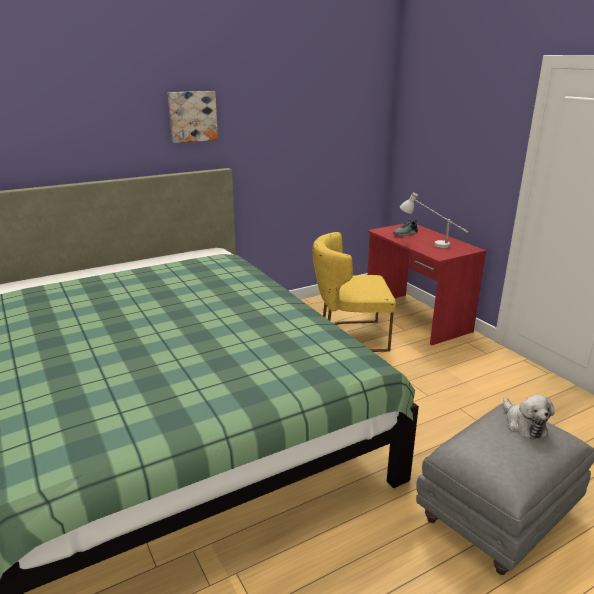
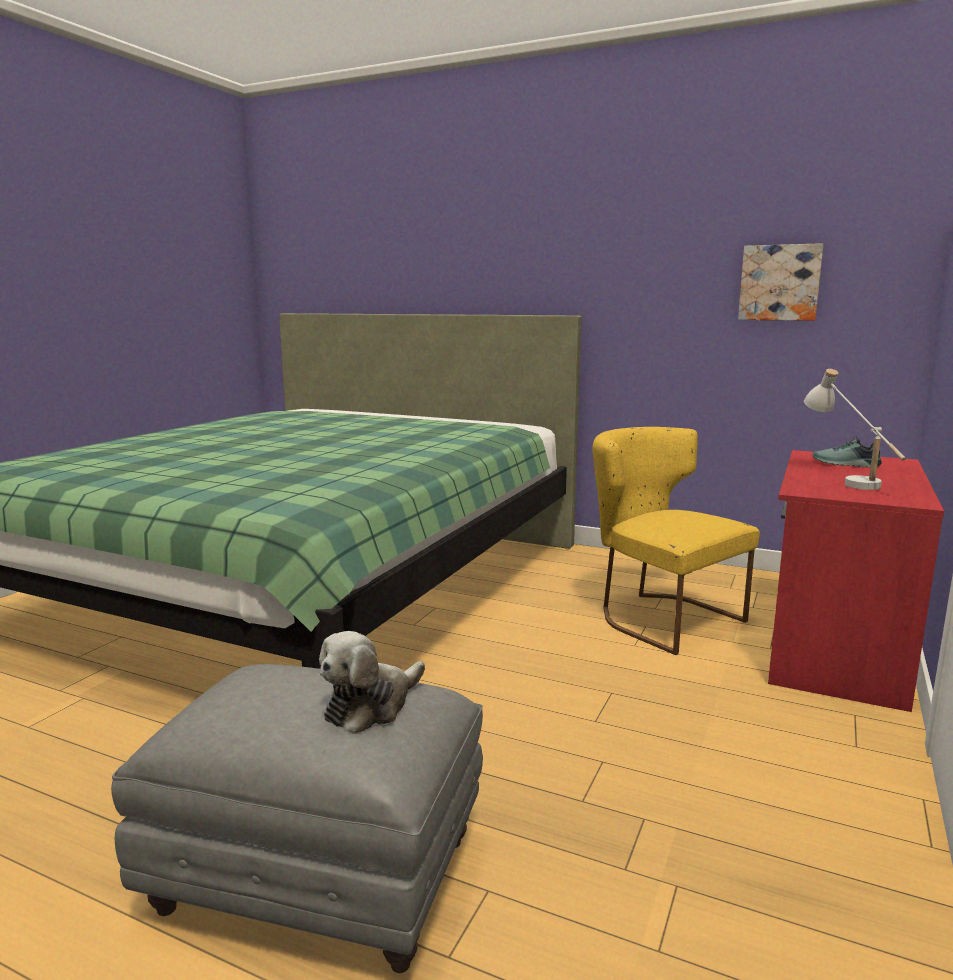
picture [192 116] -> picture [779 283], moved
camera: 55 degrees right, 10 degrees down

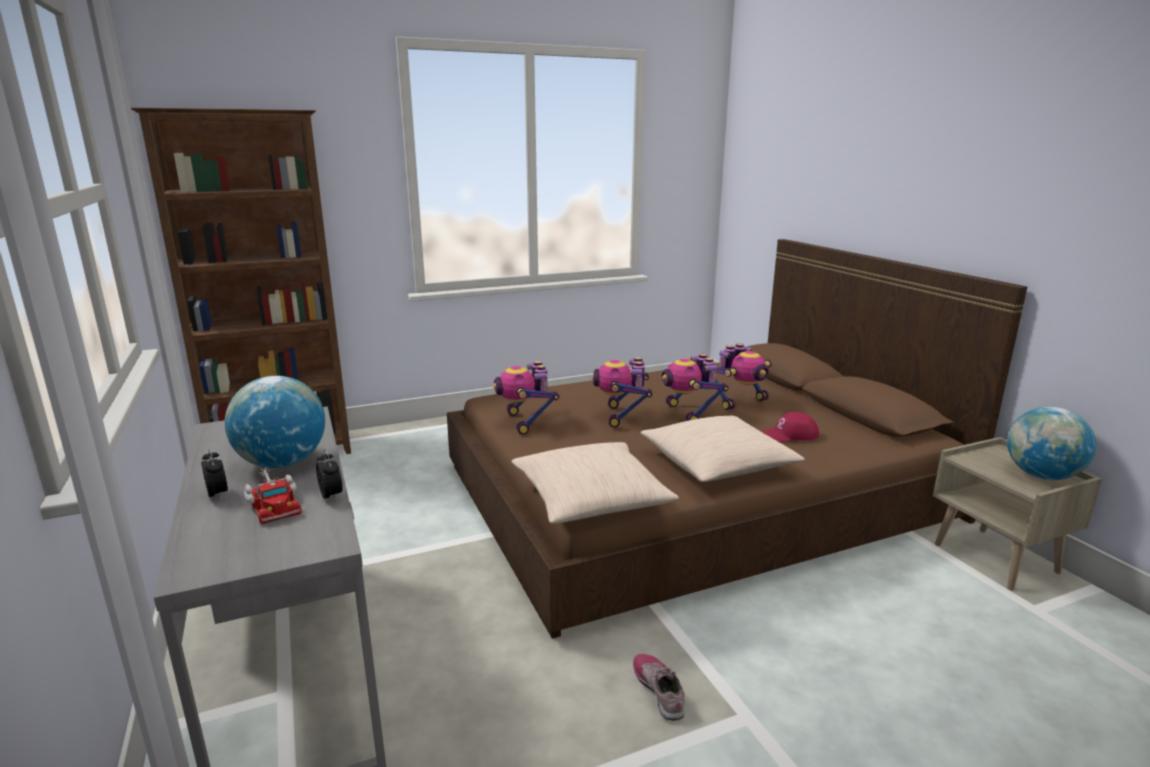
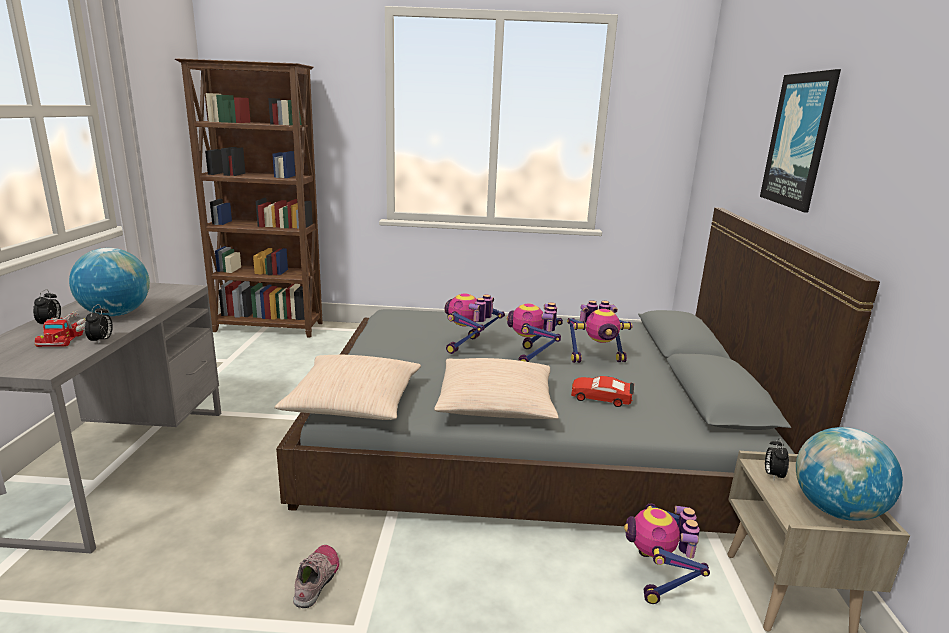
bed/brown [693 492] -> bed/grey [533 433]
cap/red [789 435] -> toy car/red [601 397]
toy robot [526 422] -> toy robot [658 577], moved
none -> picture [799 140]
none -> alarm clock [772 475]
camera: 25 degrees right, 0 degrees up

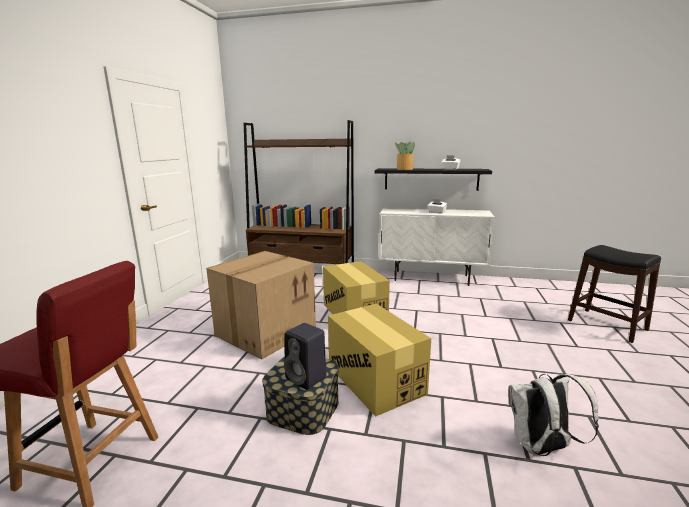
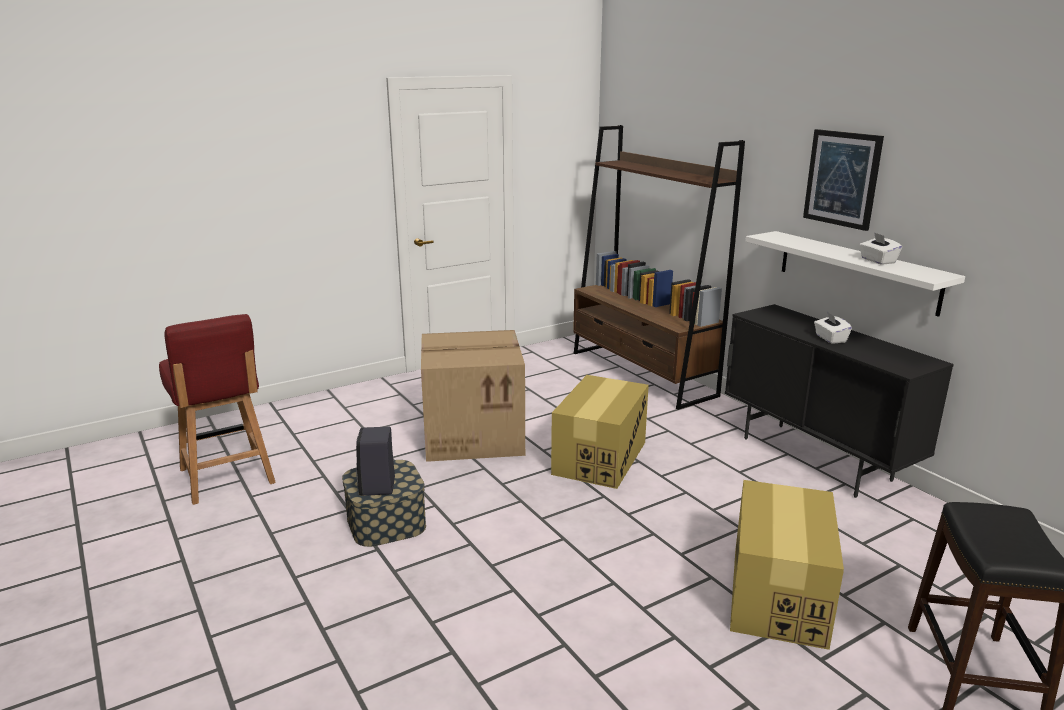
cabinet/white [431 278] -> cabinet/black [815 459]
cardboard box [375 379] -> cardboard box [778 595], moved
shelf/black [431 179] -> shelf/white [857 271]
none -> picture [842 178]
potted plant [404 169] -> none
backpack/white [541 448] -> none
camera: 45 degrees right, 5 degrees up

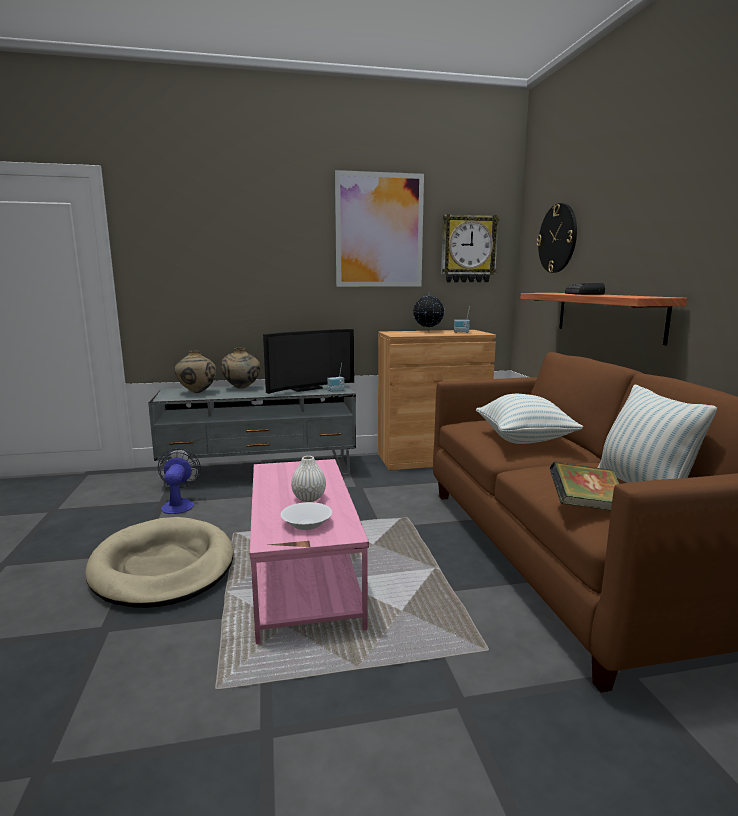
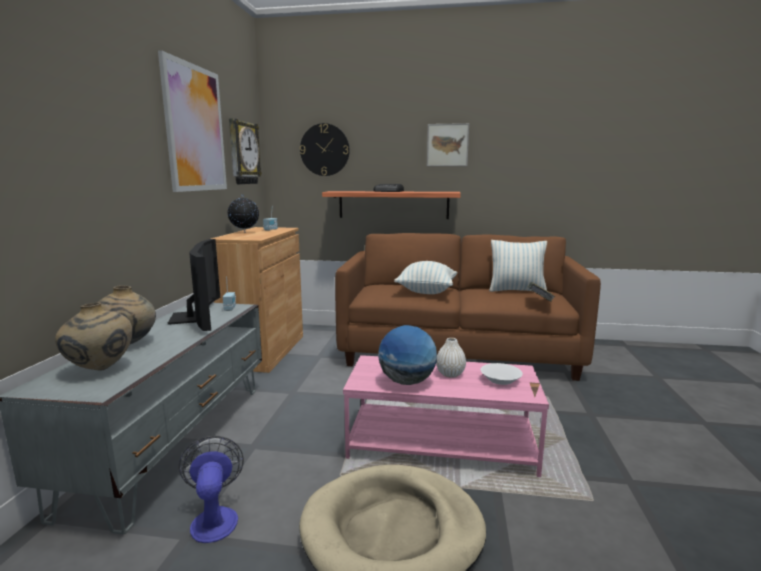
fan [179 504] -> fan [214 518], 60 degrees clockwise
none -> globe [407 382]
none -> picture [447 145]
camera: 70 degrees left, 0 degrees up

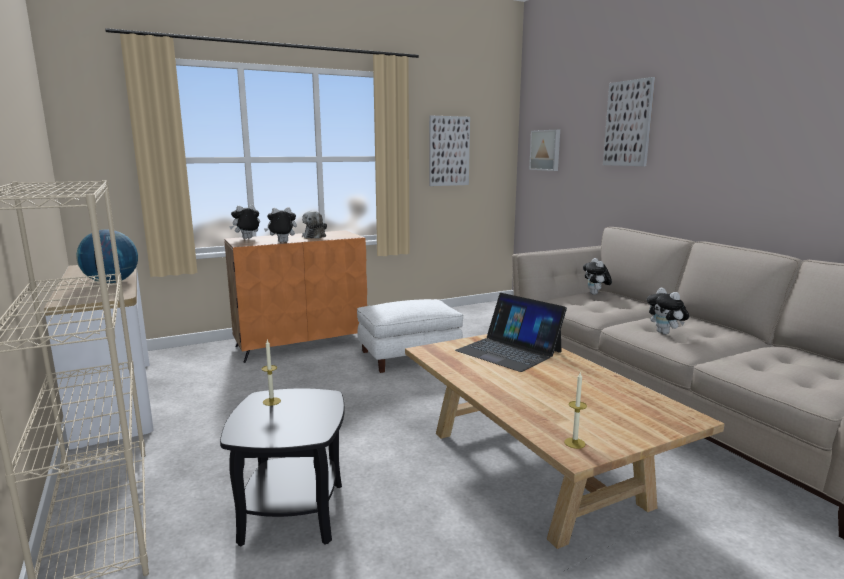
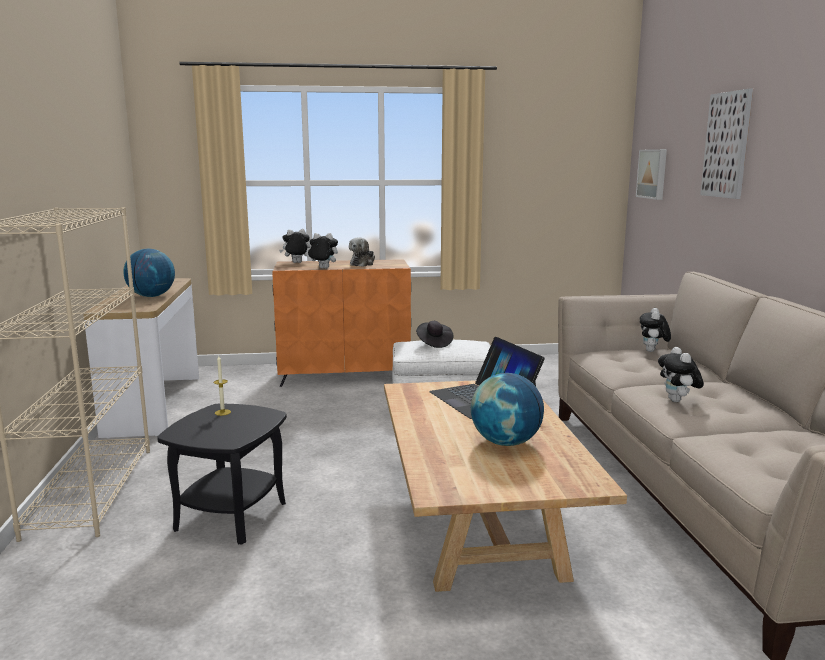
none -> hat/black [434 343]
none -> globe [506 443]
picture [449 151] -> none
candle [574 443] -> none
camera: 20 degrees right, 0 degrees up

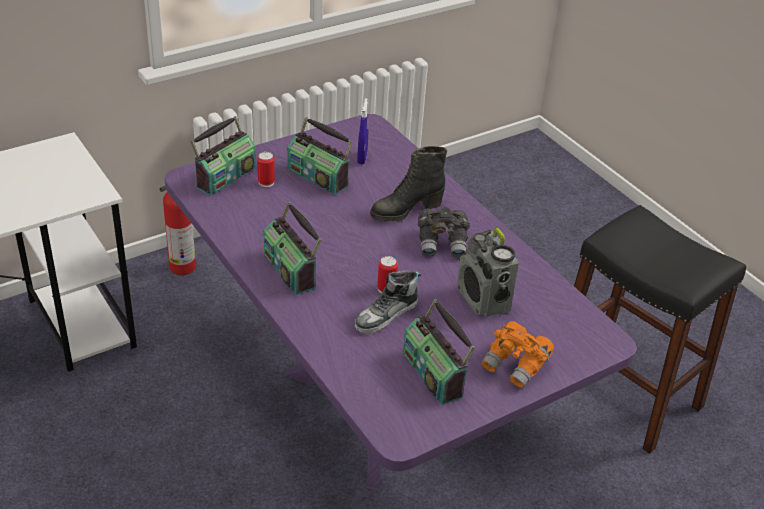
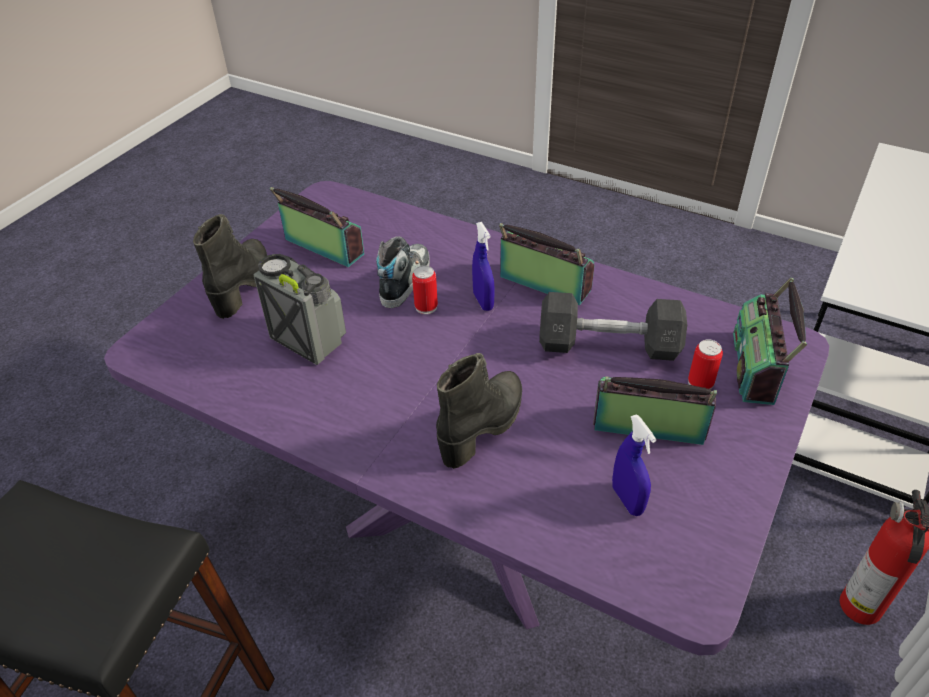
binoculars/orange [516 365] -> boot/black [243 285]
none -> spray bottle/blue [483 301]
none -> dumbbell/grey [608 345]
binoculars/grey [442 243] -> none
camera: 155 degrees right, 5 degrees up

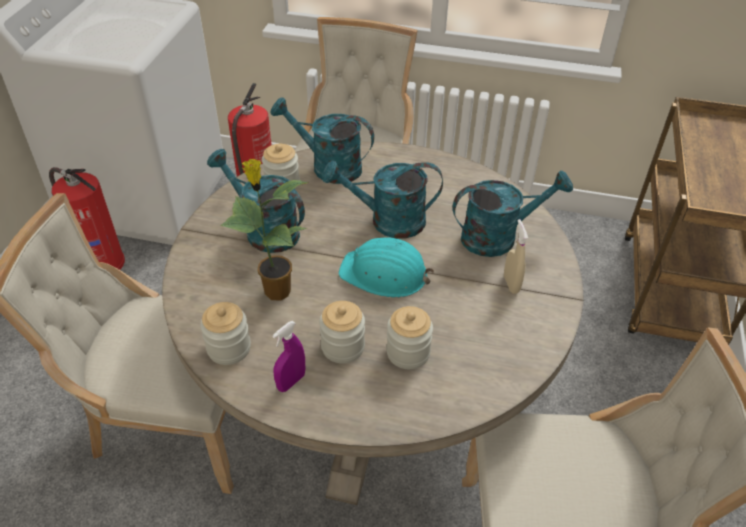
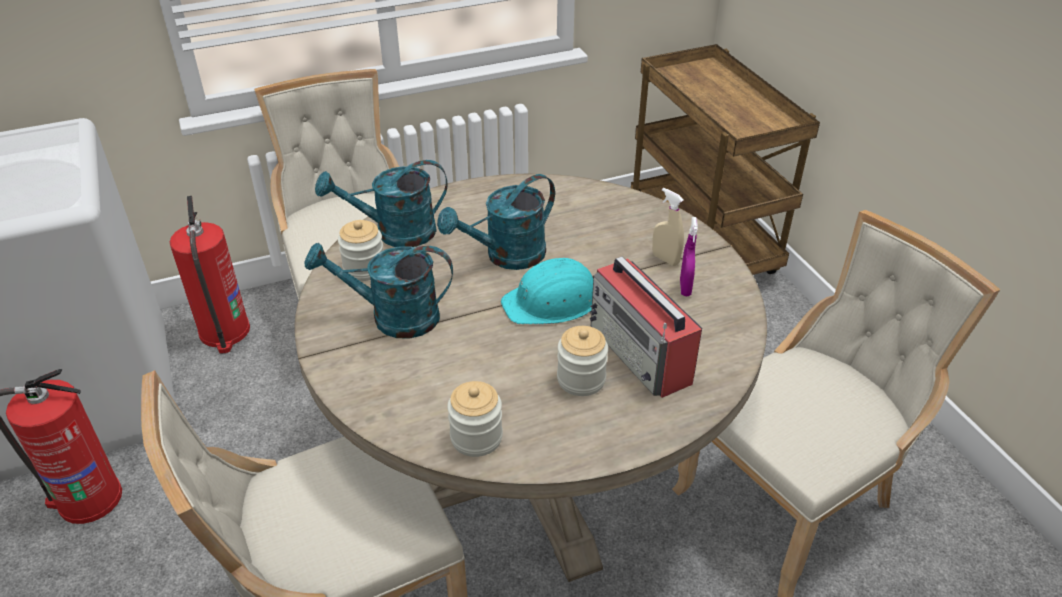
jar [408 352] -> radio [641 354]
spray bottle/purple [291 382] -> spray bottle/purple [685 288], moved
potted plant [275 291] -> none
watering can/turquoise [498 237] -> none
camera: 35 degrees left, 5 degrees down

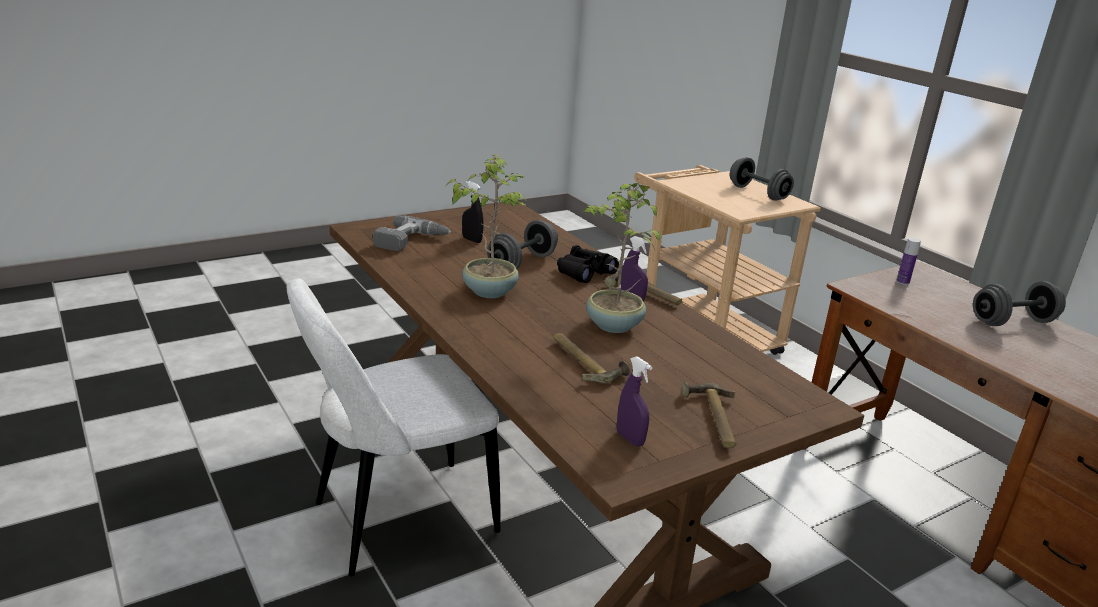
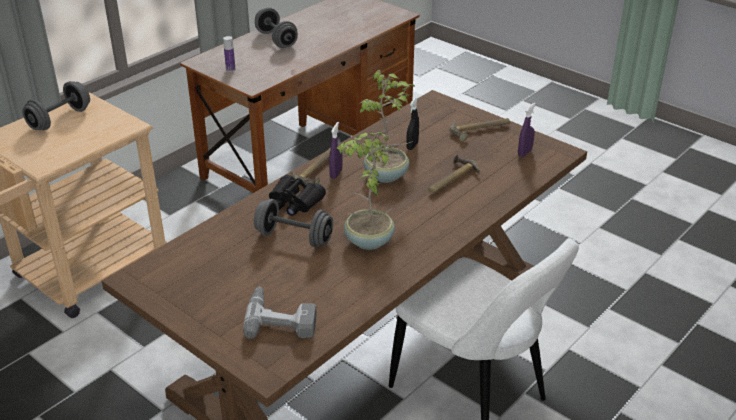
spray bottle/black [472 240] -> spray bottle/black [412 146], moved
camera: 105 degrees left, 10 degrees up

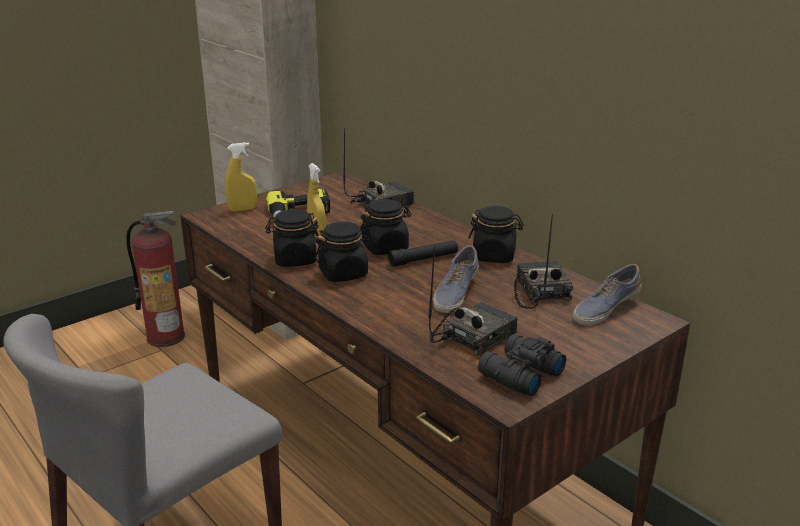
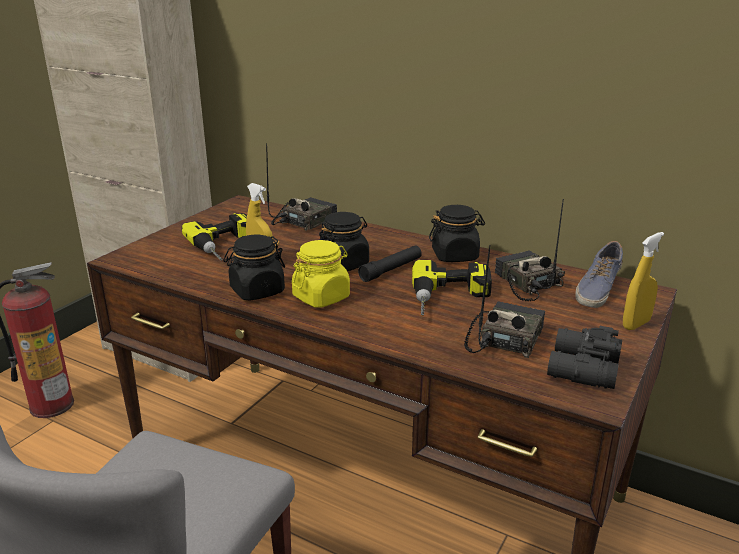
jar/black [343 273] -> jar/yellow [321 297]
shoe [455 293] -> power drill [450 298]
spray bottle/yellow [243 209] -> spray bottle/yellow [636 324], moved
camera: 20 degrees left, 0 degrees up

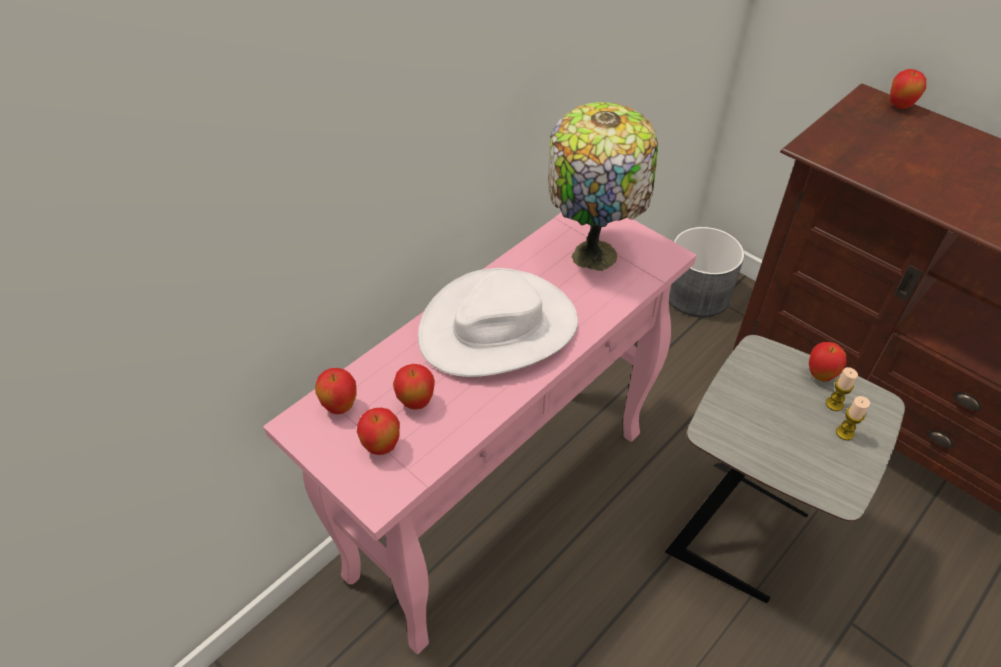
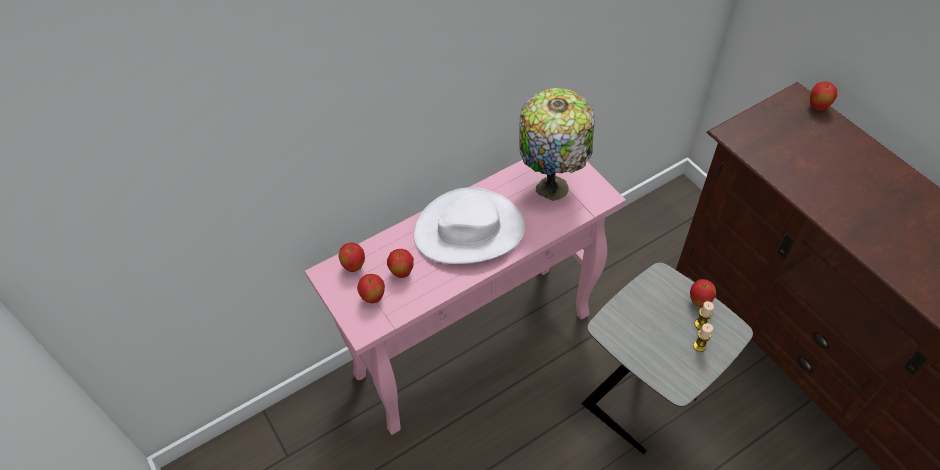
planter/grey [696 293] -> none
camera: 15 degrees right, 5 degrees up

